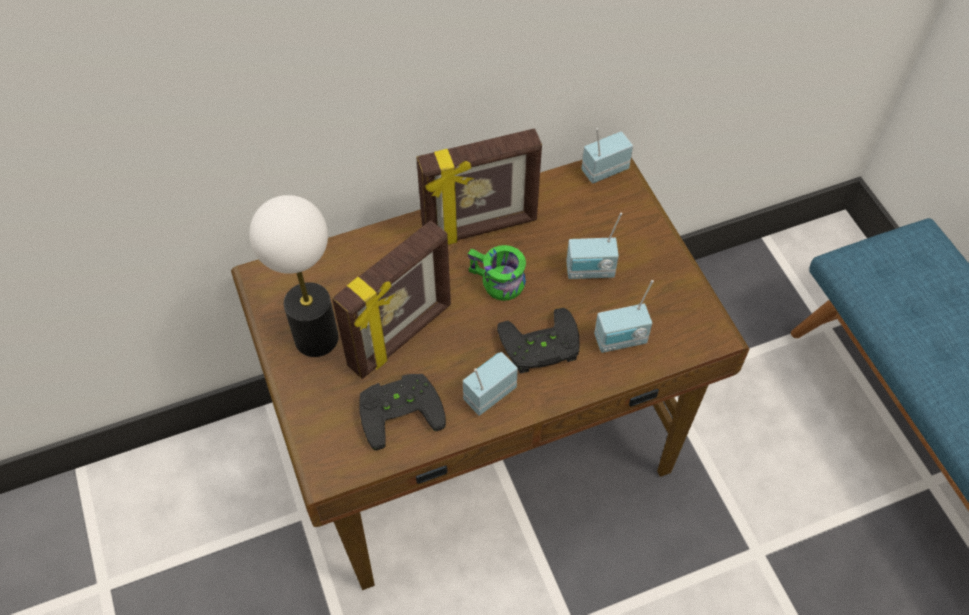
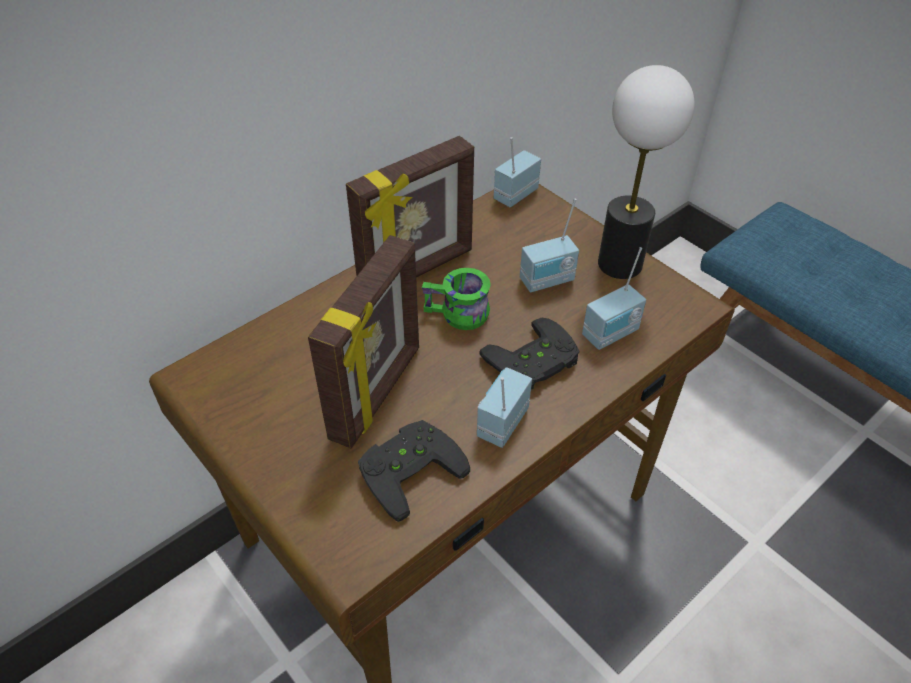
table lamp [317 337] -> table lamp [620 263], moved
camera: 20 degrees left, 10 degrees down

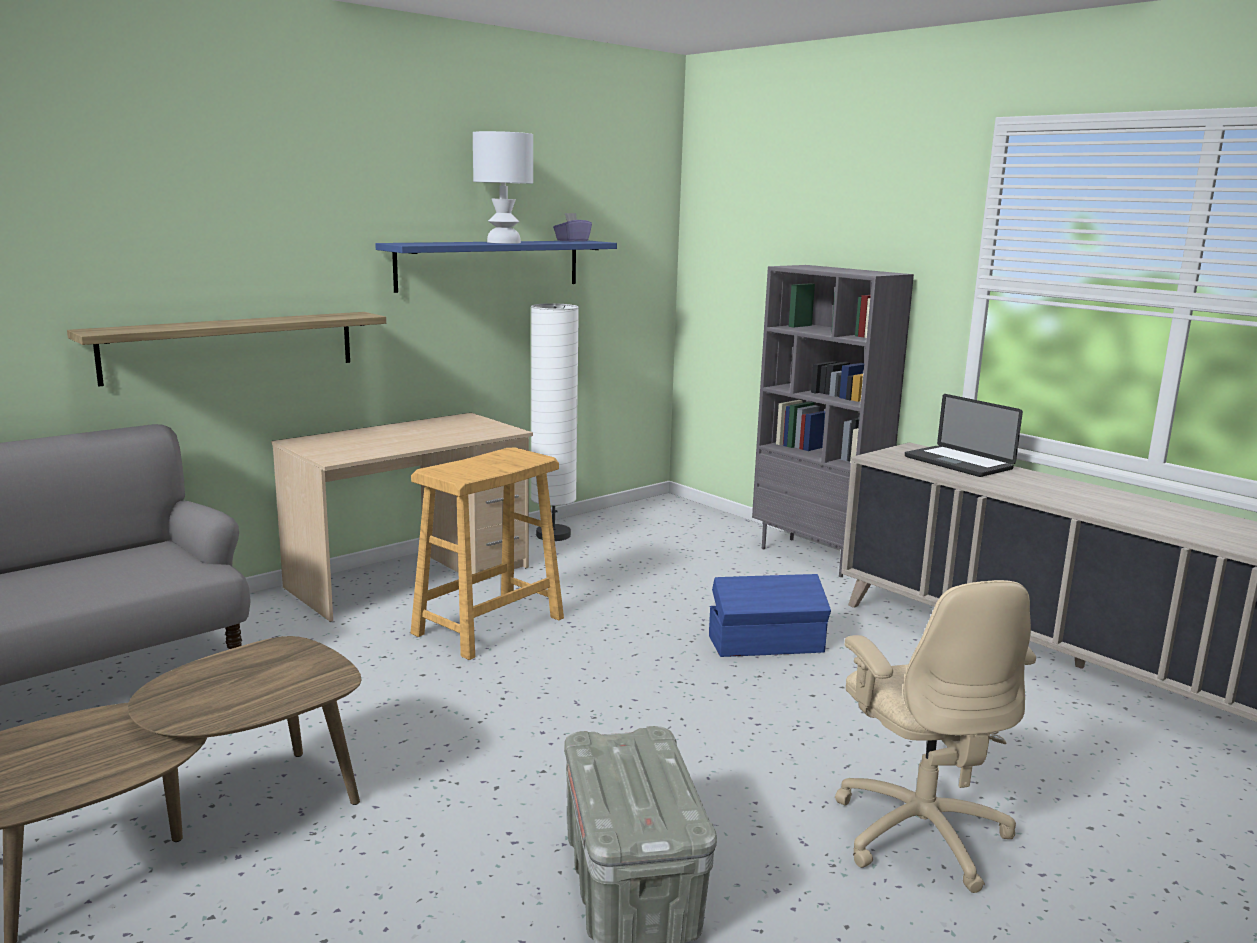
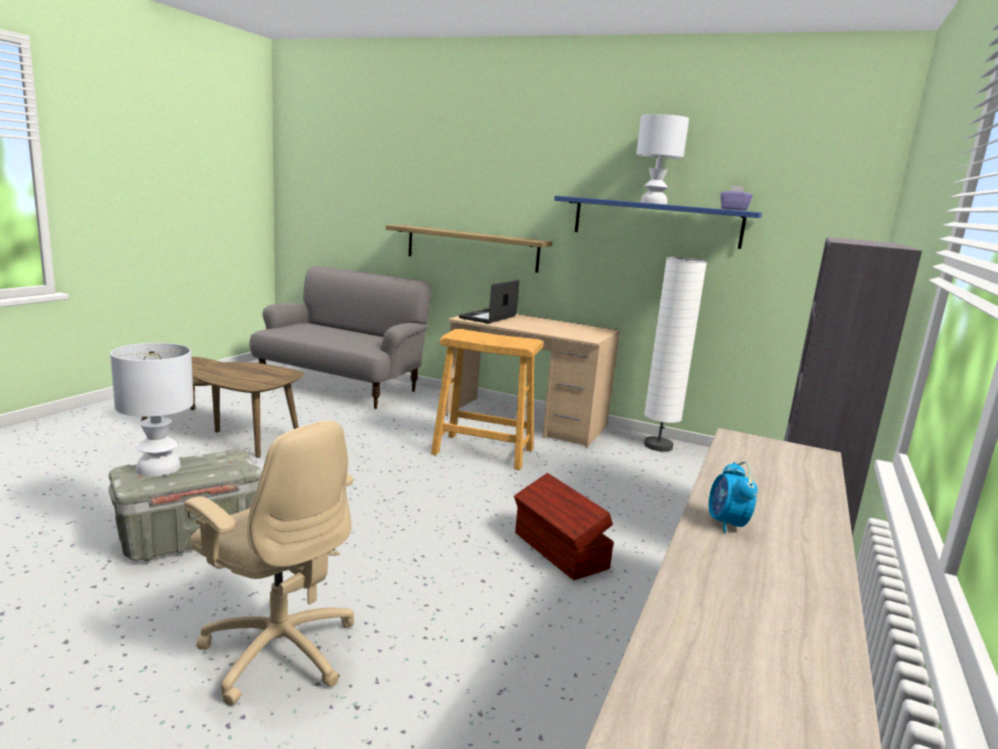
none -> table lamp/white [159 468]
office chair/beige [920 833] -> office chair/beige [278 649], 105 degrees counterclockwise
laptop [958 463] -> laptop [488 317], moved
storage box/blue [767 644] -> storage box/brown [559 551]
none -> alarm clock [726 524]
camera: 65 degrees right, 0 degrees up

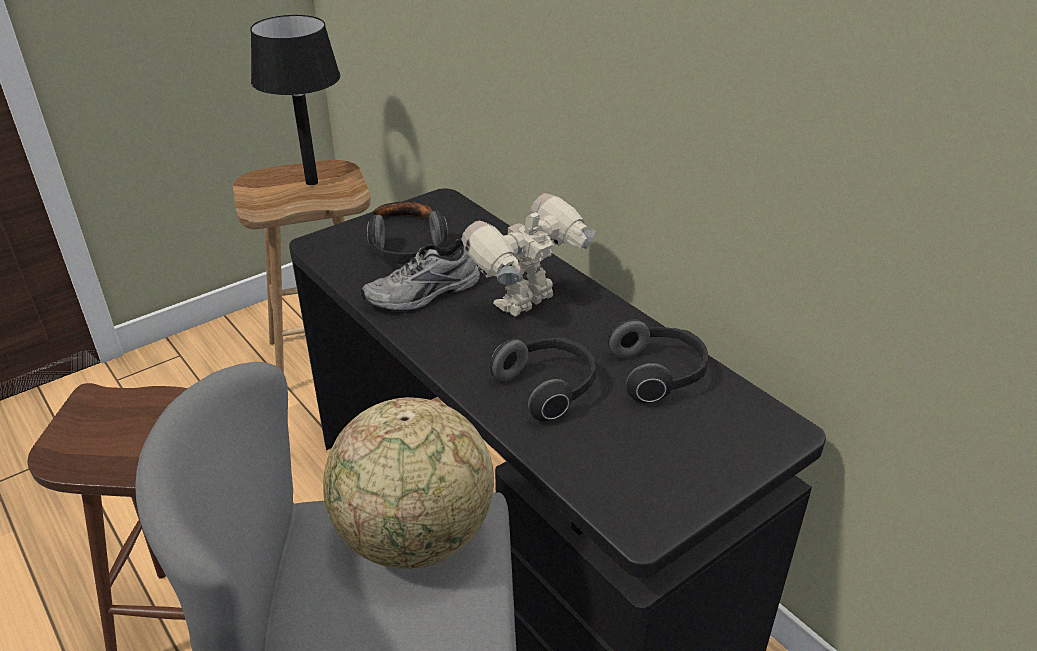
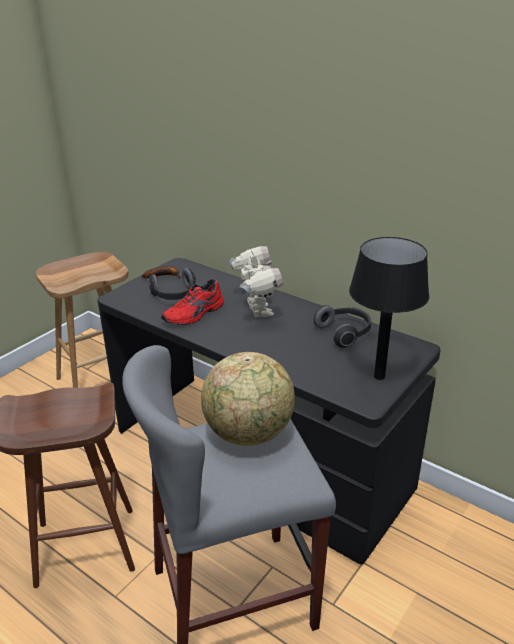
shoe/grey [424 294] -> shoe/red [195 314]
toy robot [528 304] -> toy robot [257 310], 135 degrees clockwise
table lamp/black [311 182] -> table lamp/black [378 376], moved
headphones [548 388] -> none
camera: 15 degrees left, 5 degrees down

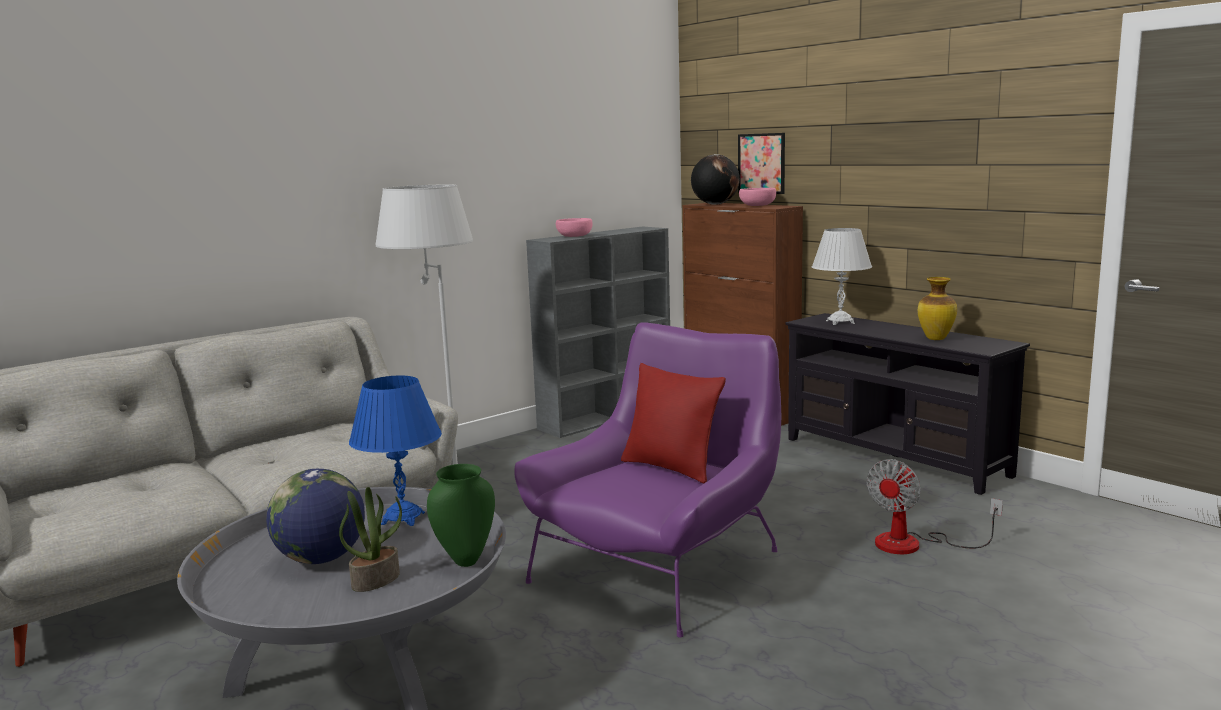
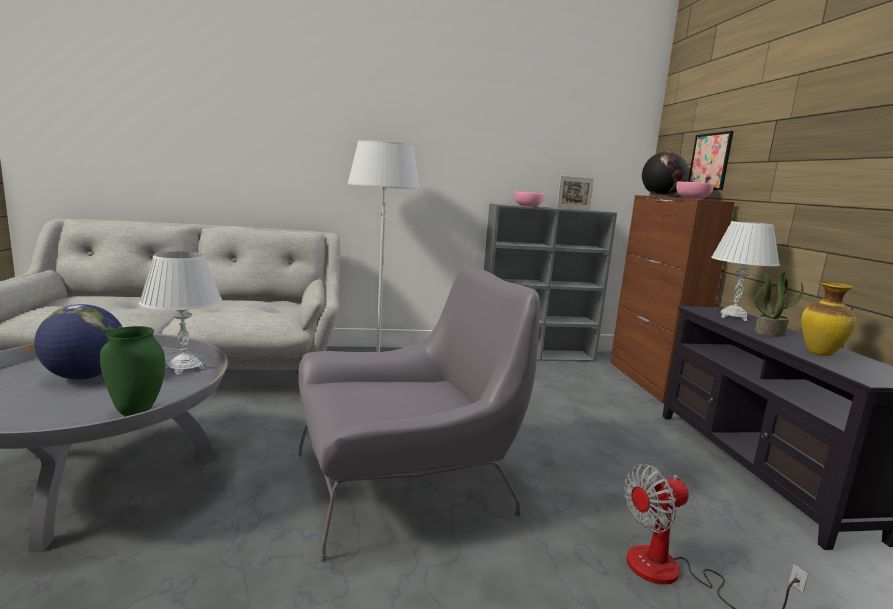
table lamp/blue [403 518] -> table lamp/white [185 368]
armchair/purple [659 567] -> armchair/grey [403 484]
none -> picture frame [573 209]
potted plant [375 580] -> potted plant [769 333], moved
pillow/red [671 468] -> none
camera: 30 degrees right, 0 degrees up

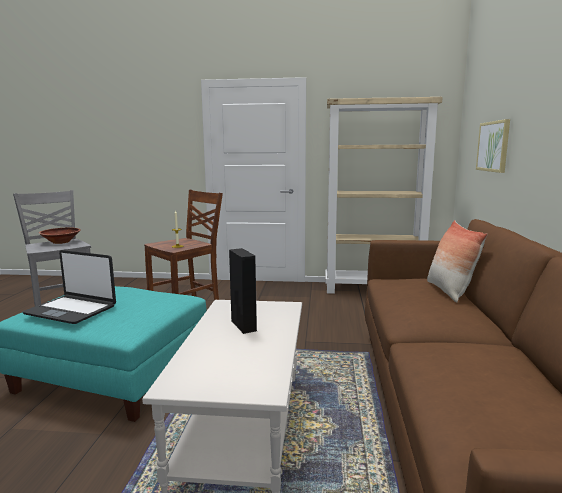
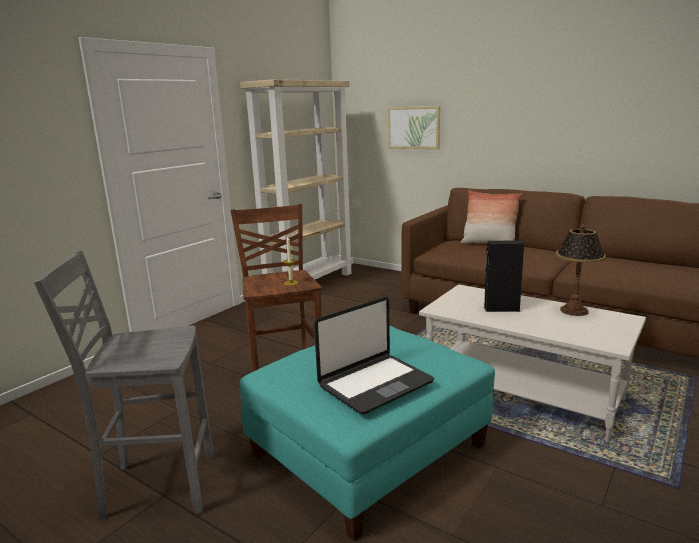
none -> table lamp [574 310]
bowl/brown [61 242] -> none
camera: 60 degrees left, 5 degrees up

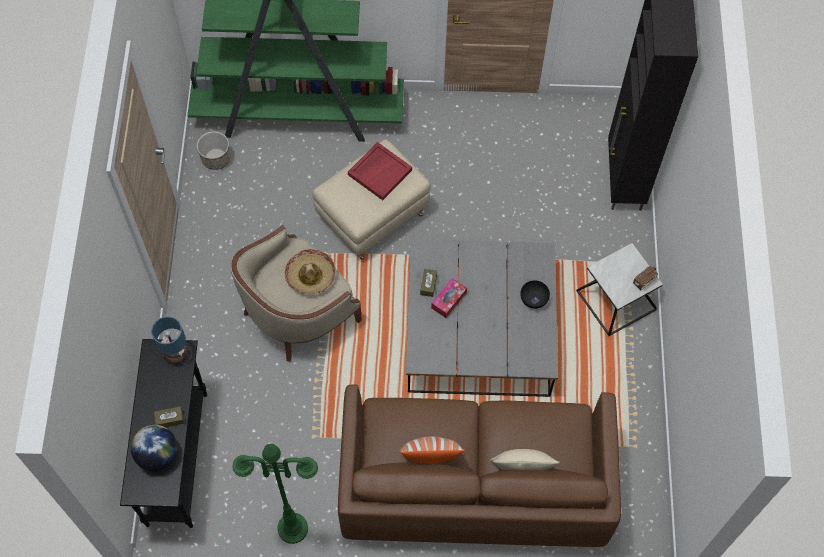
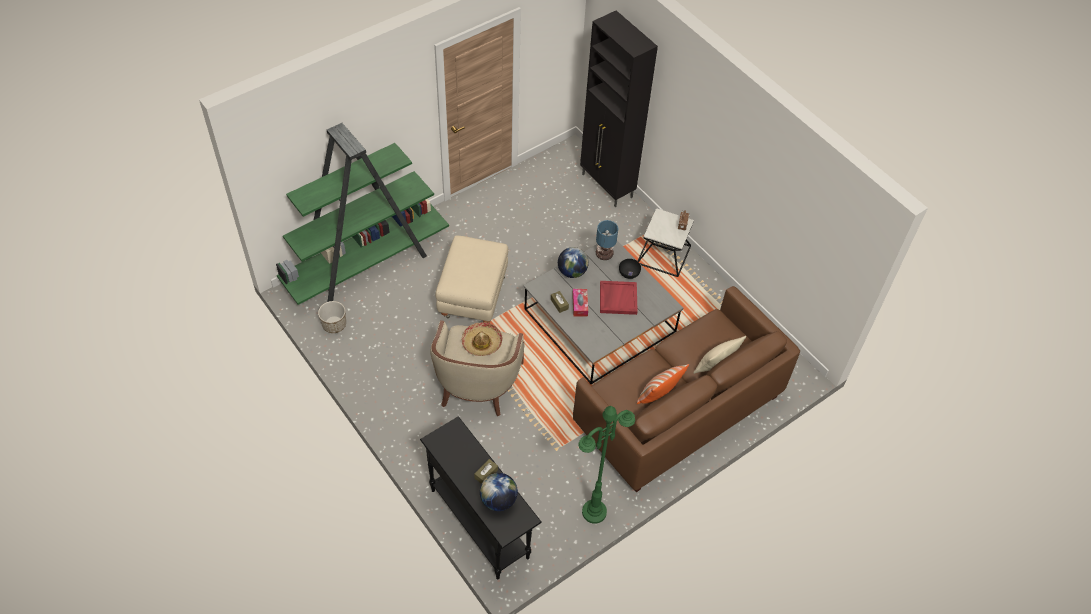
none -> globe [572 272]
table lamp [176 353] -> table lamp [604 254], moved
tray/red [380 172] -> tray/red [617 298], moved
camera: 40 degrees left, 10 degrees down

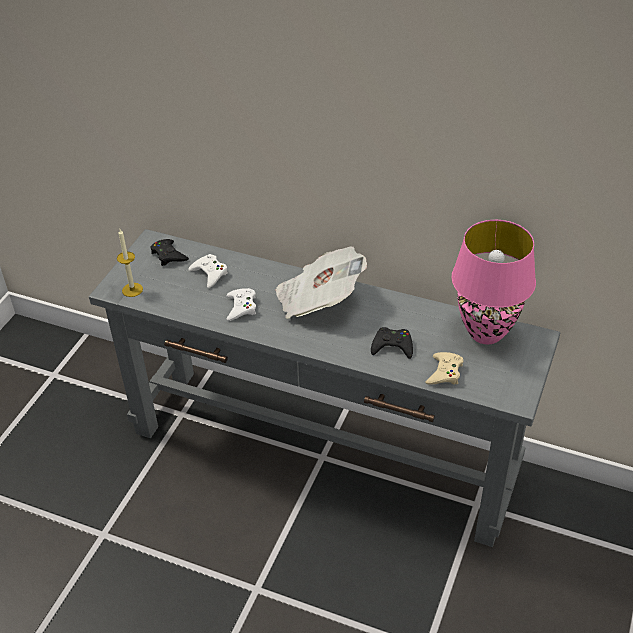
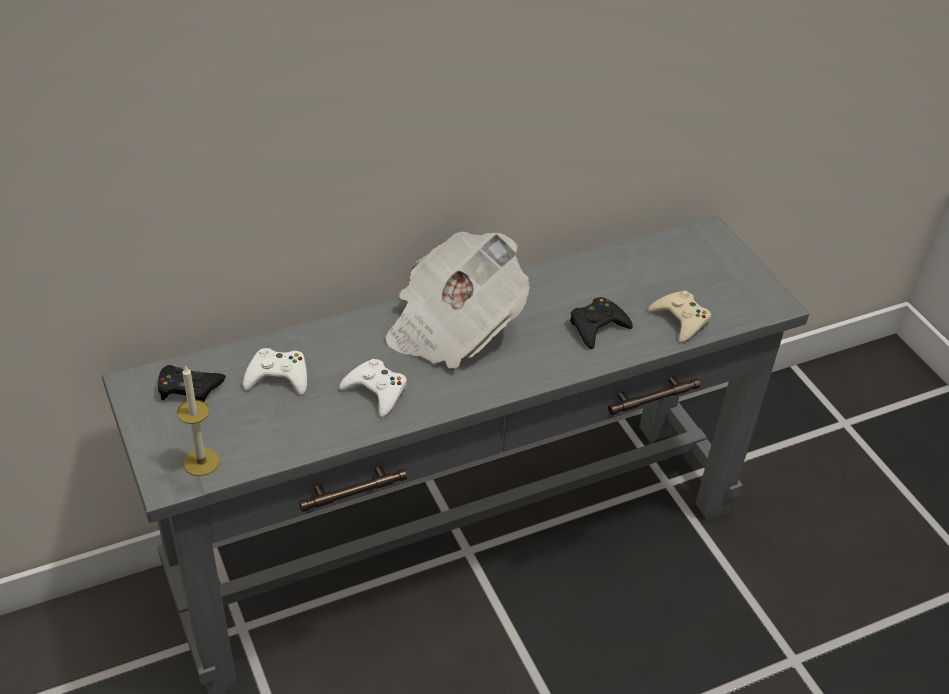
table lamp/pink [486 333] -> none
camera: 50 degrees left, 0 degrees up

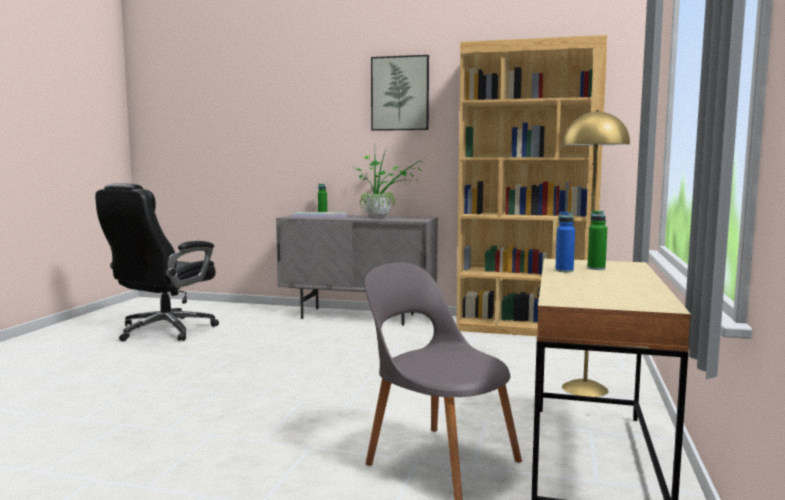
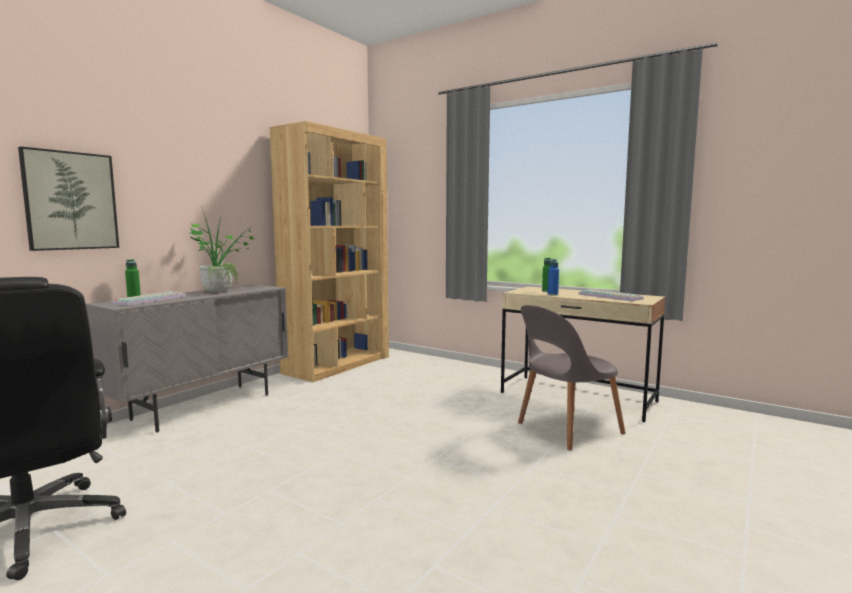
picture [400 93] -> picture [71 201], moved
none -> keyboard [611 296]
floor lamp/yellow [585 388] -> none
camera: 70 degrees left, 0 degrees up

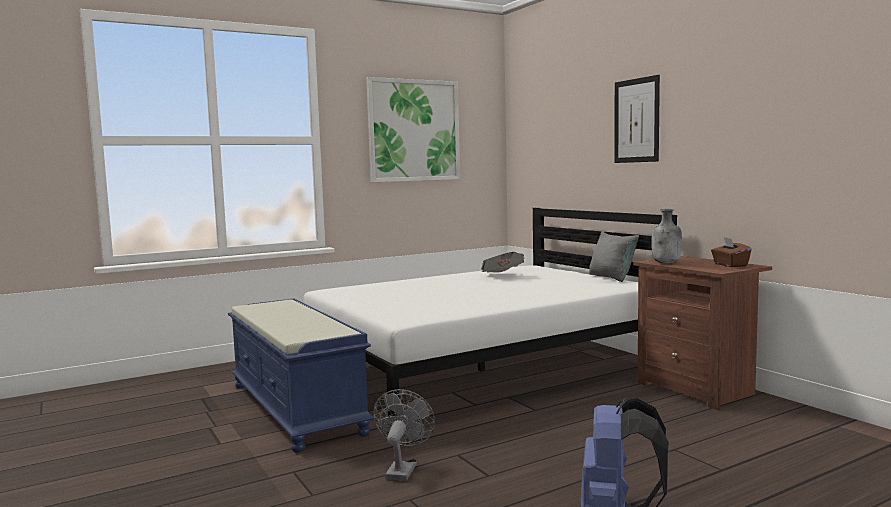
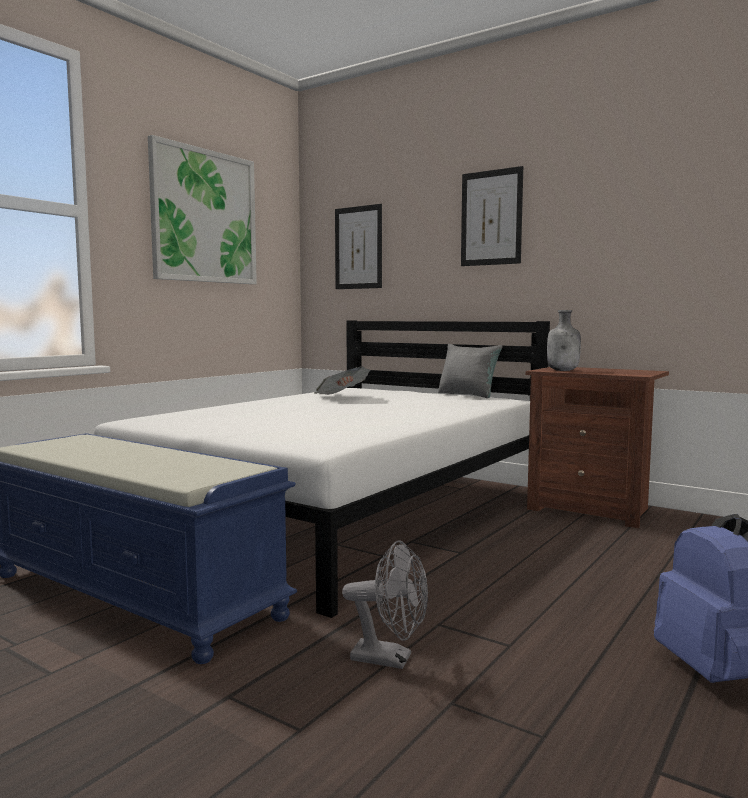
none -> picture [358 247]
fan/grey [402 469] -> fan/grey [390 659], 120 degrees clockwise
tissue box/brown [730 265] -> none
camera: 25 degrees left, 0 degrees up

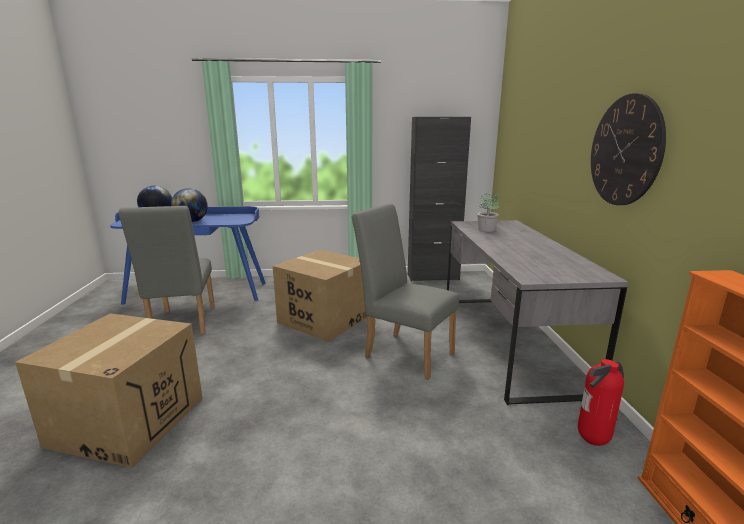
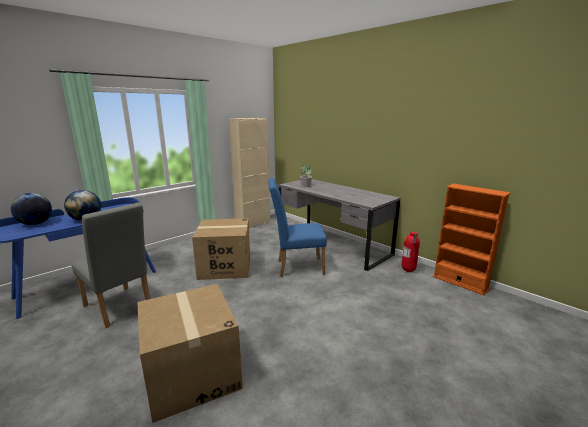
cabinet/black [433 277] -> cabinet/beige [253 223]
chair/grey [404 352] -> chair/blue [296 267]
wall clock [625 151] -> none
camera: 40 degrees left, 0 degrees up

